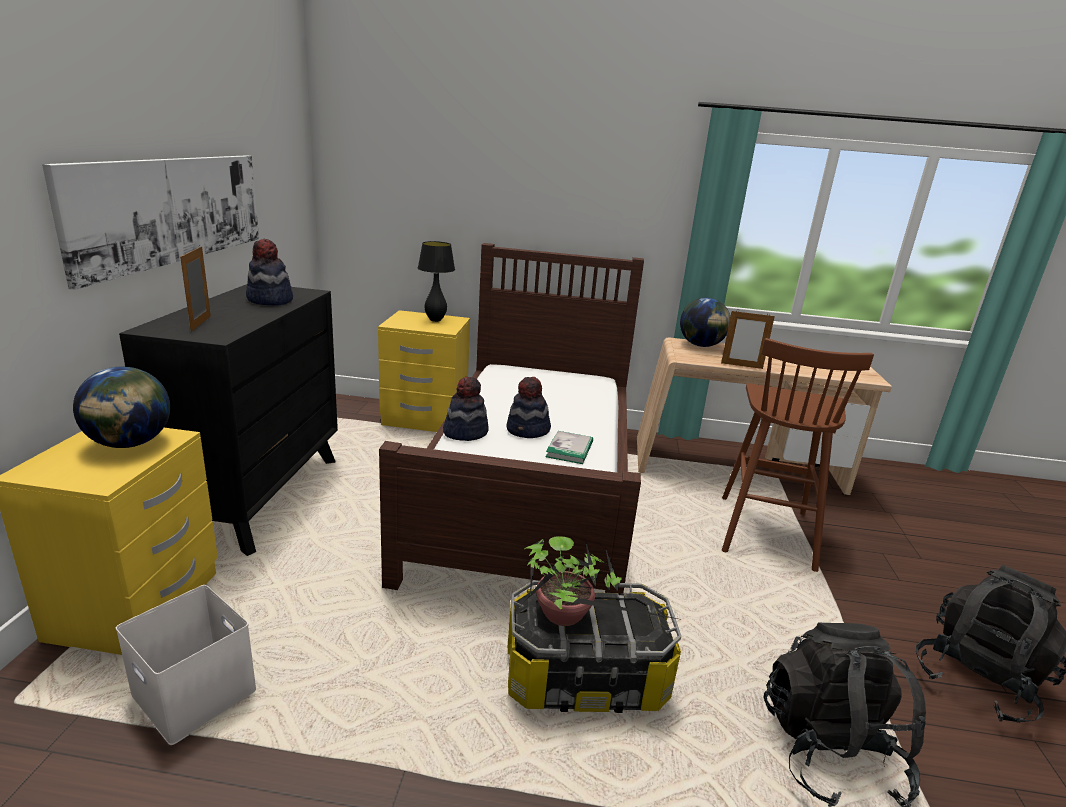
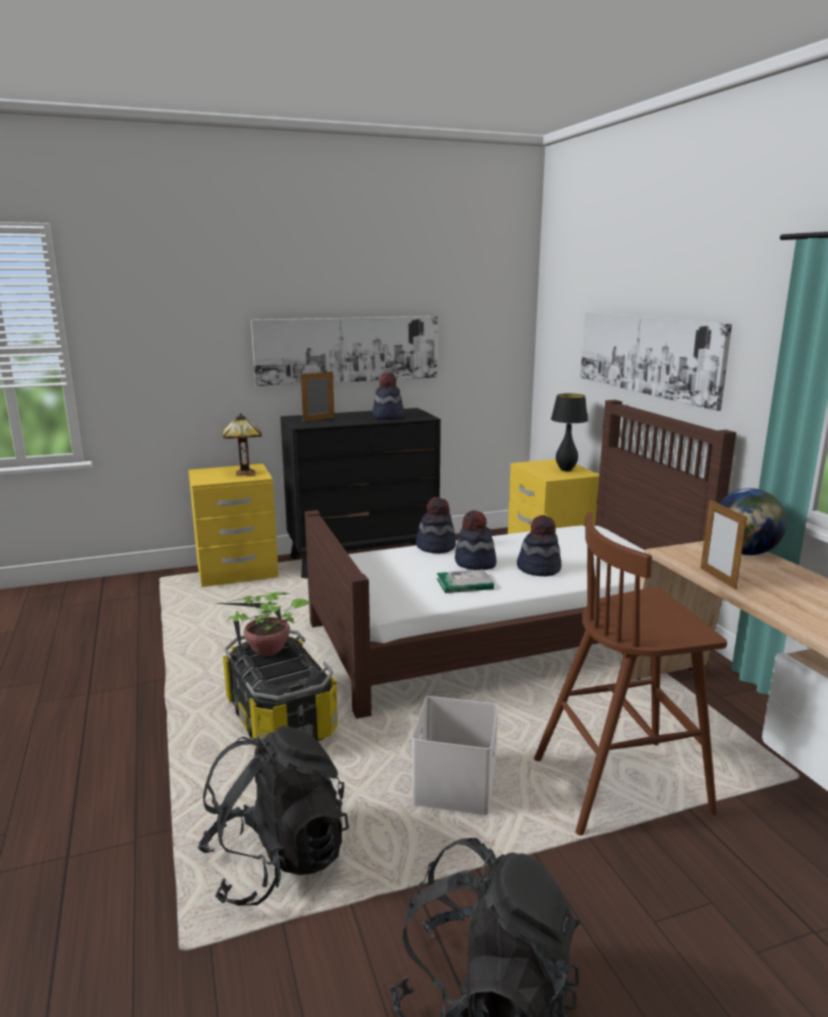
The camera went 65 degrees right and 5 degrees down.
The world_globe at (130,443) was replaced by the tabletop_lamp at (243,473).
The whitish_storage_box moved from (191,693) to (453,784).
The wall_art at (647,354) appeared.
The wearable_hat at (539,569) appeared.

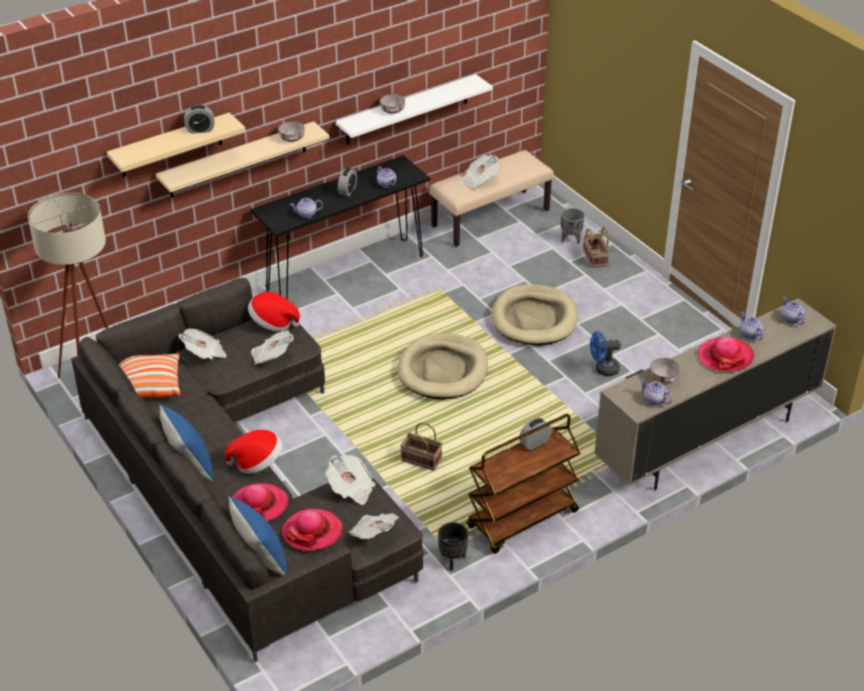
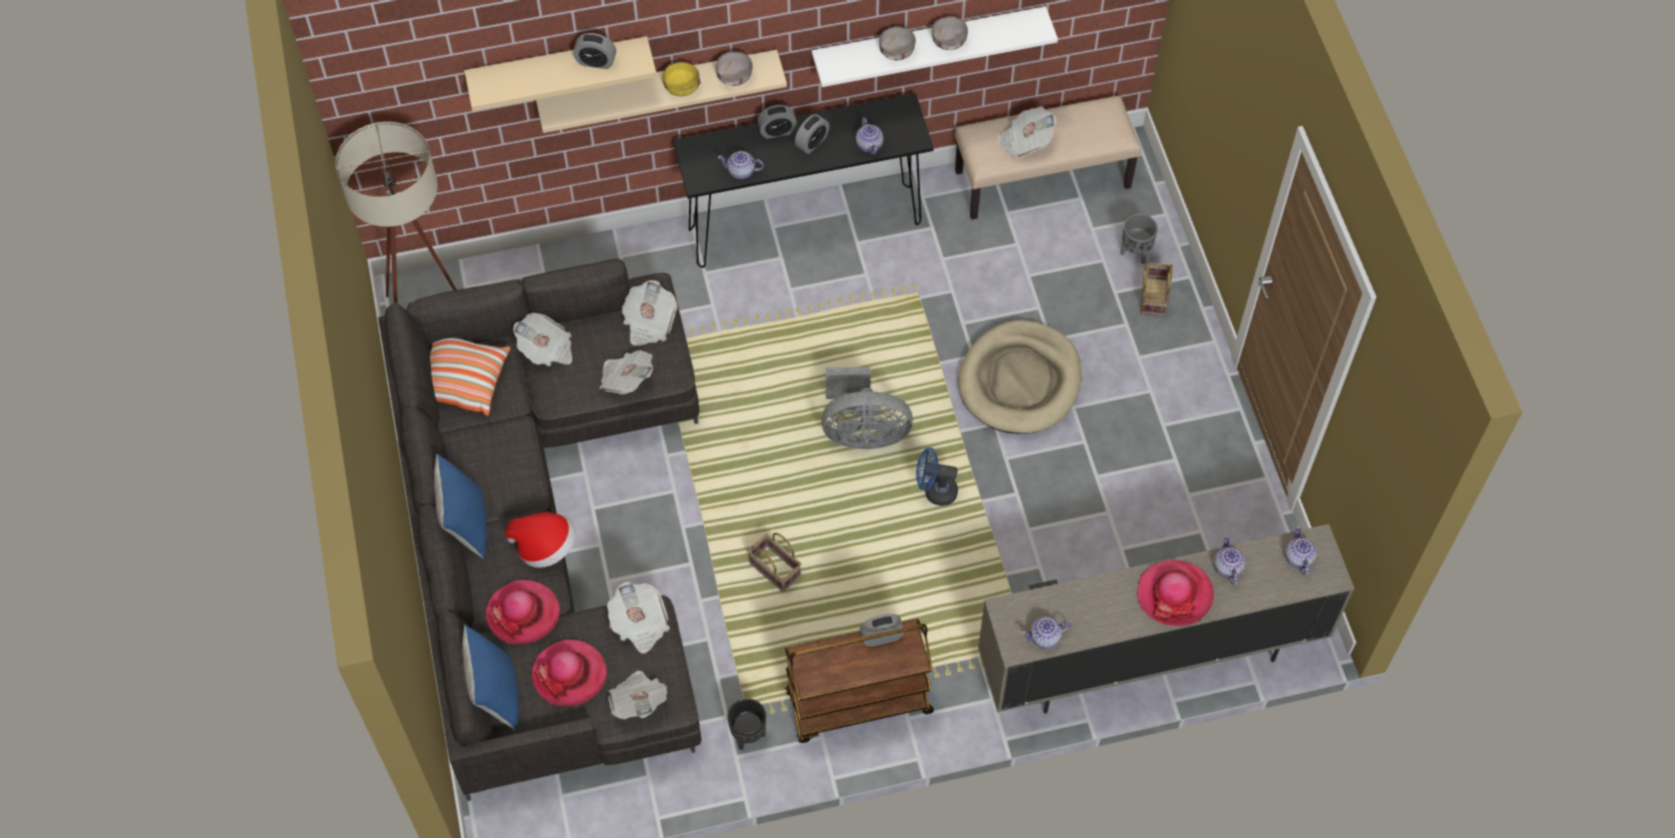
The camera went 20 degrees right and 20 degrees up.
The wearable_hat at (273,323) was replaced by the printed_paper at (649,323).
The bluish_electric_fan moved from (603,369) to (935,491).
The beige_pet_bed at (443,370) was replaced by the grey_electric_fan at (863,432).
The grey_bowl moved from (663,377) to (949,40).
The teapot at (654,400) turned 75 degrees counterclockwise.
The yellowish_bowl at (682,87) appeared.
The table_clock at (777,131) appeared.

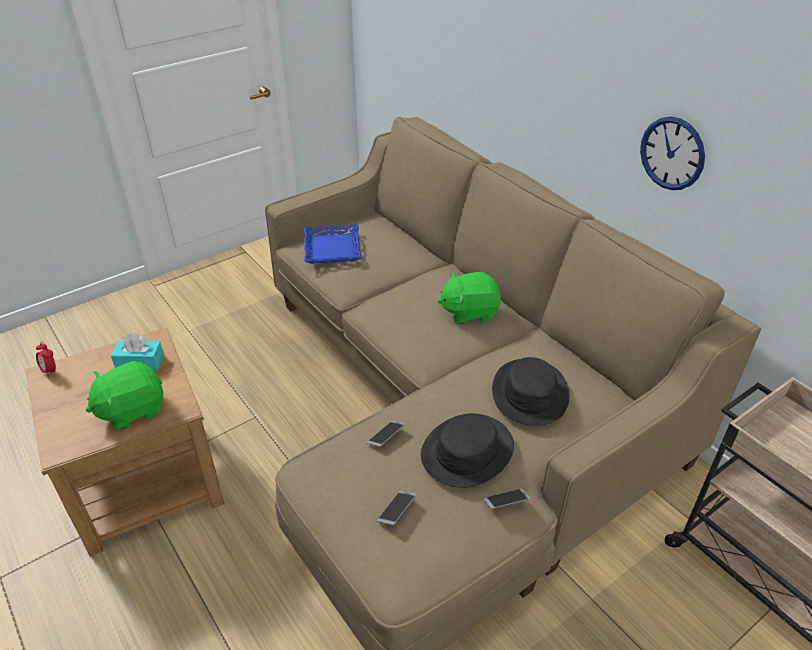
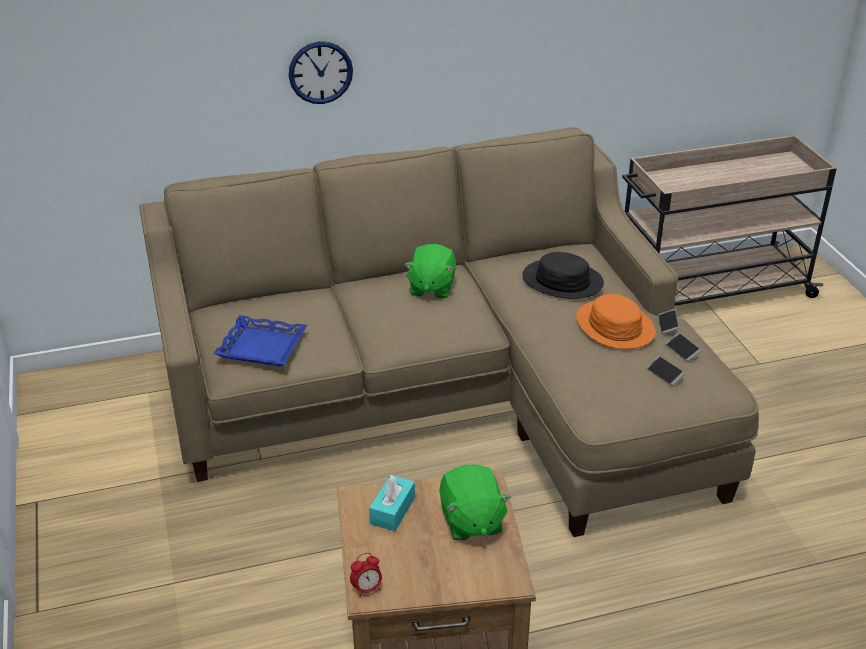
The camera went 70 degrees left and 5 degrees down.
The hanging_clock moved from (672,153) to (320,72).
The black_wearable_hat at (467,451) became the orange_wearable_hat at (614,326).
The phone moved from (386,436) to (682,350).

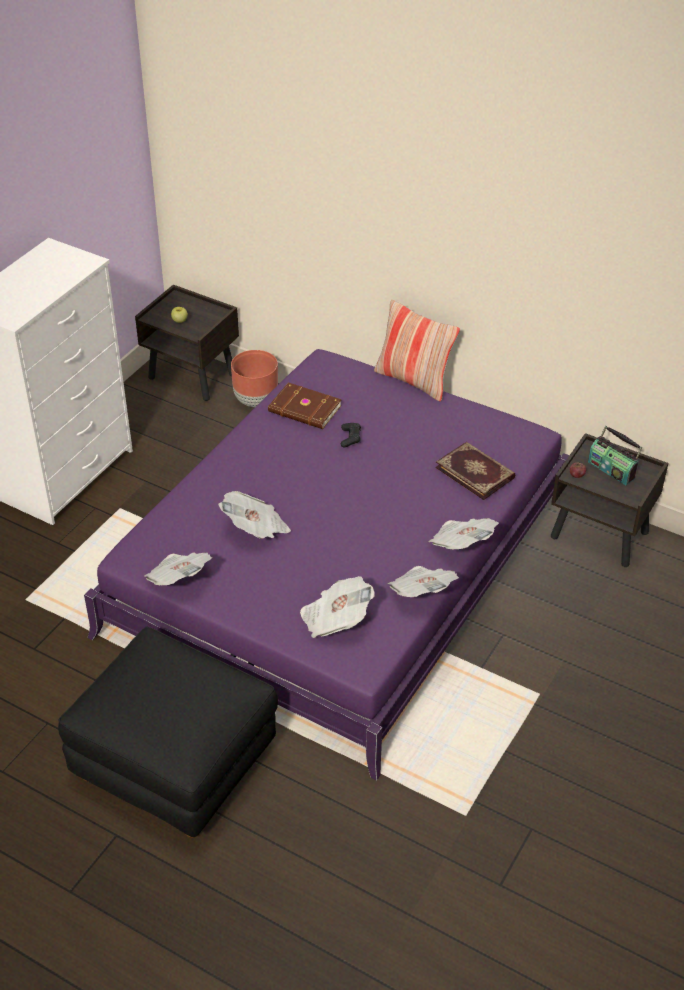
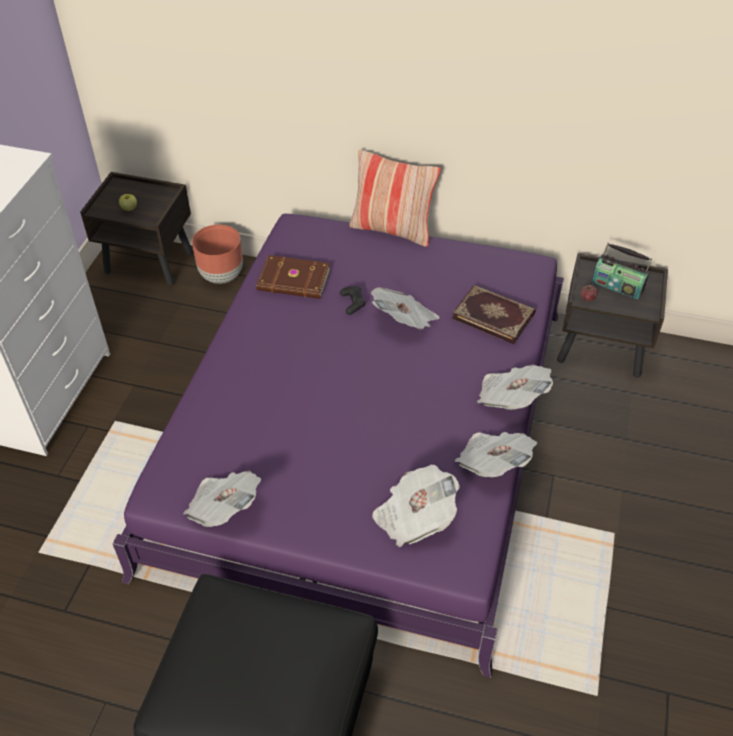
The camera went 15 degrees left and 5 degrees up.
The printed_paper moved from (256,529) to (405,321).

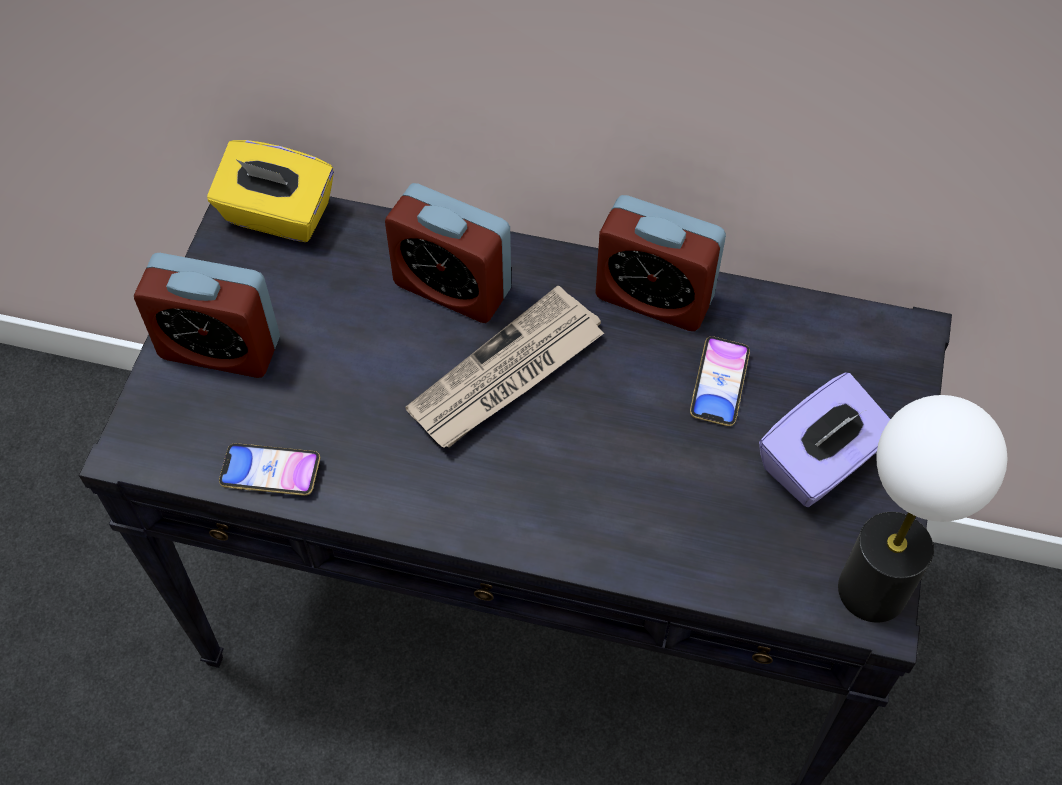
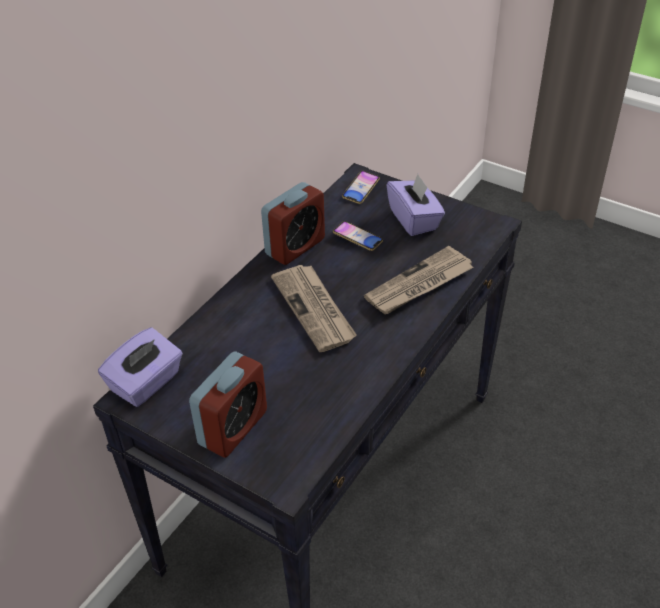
The camera went 70 degrees left and 15 degrees down.
The yellowish_box_of_tissues at (277,215) became the purple_box_of_tissues at (146,383).
The table_clock at (452,287) disappeared.
The tabletop_lamp at (873,591) disappeared.
The phone moved from (271,473) to (361,190).
The printed_paper at (419,284) appeared.

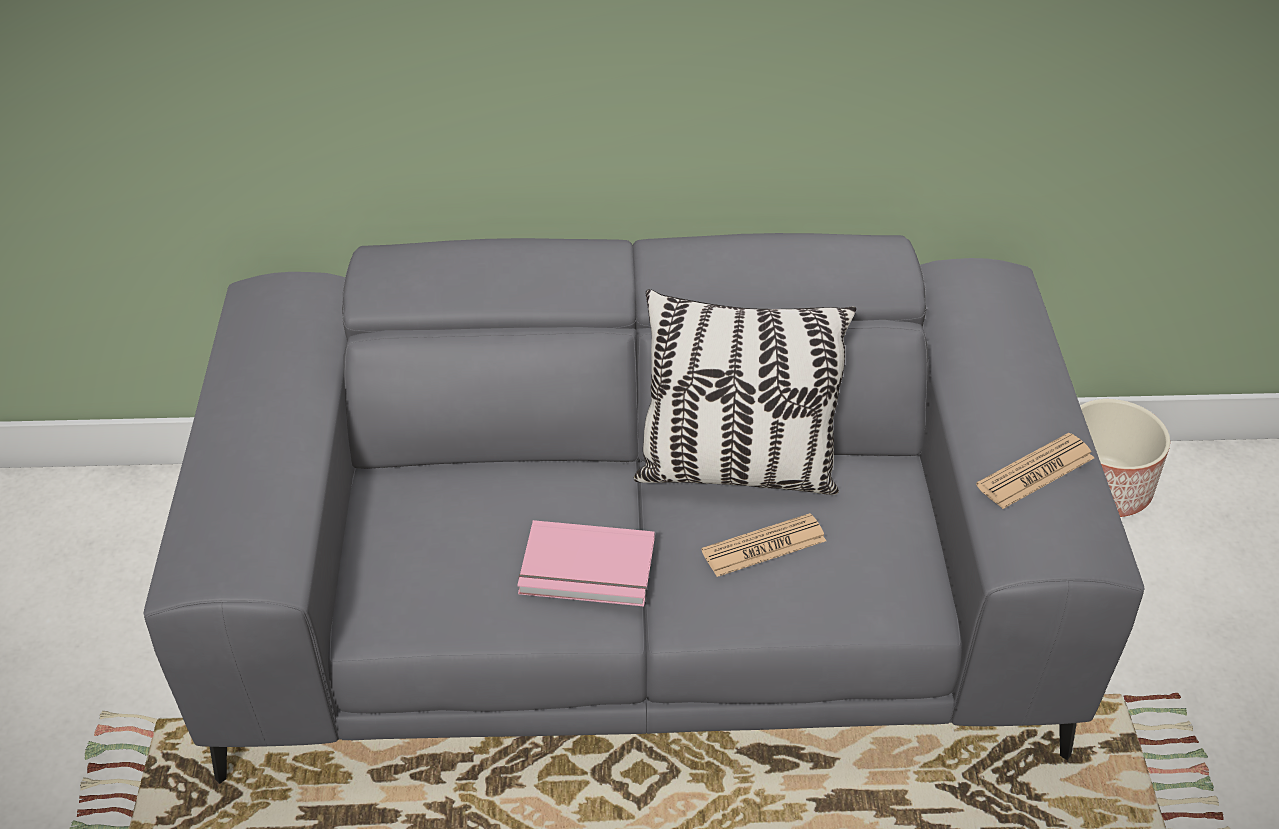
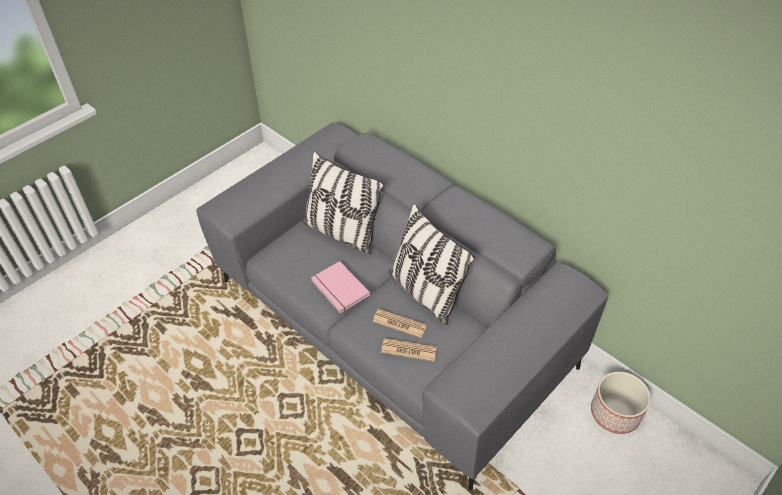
The camera went 45 degrees right and 5 degrees up.
The printed_paper moved from (1035,472) to (409,350).
The pillow at (341,233) appeared.

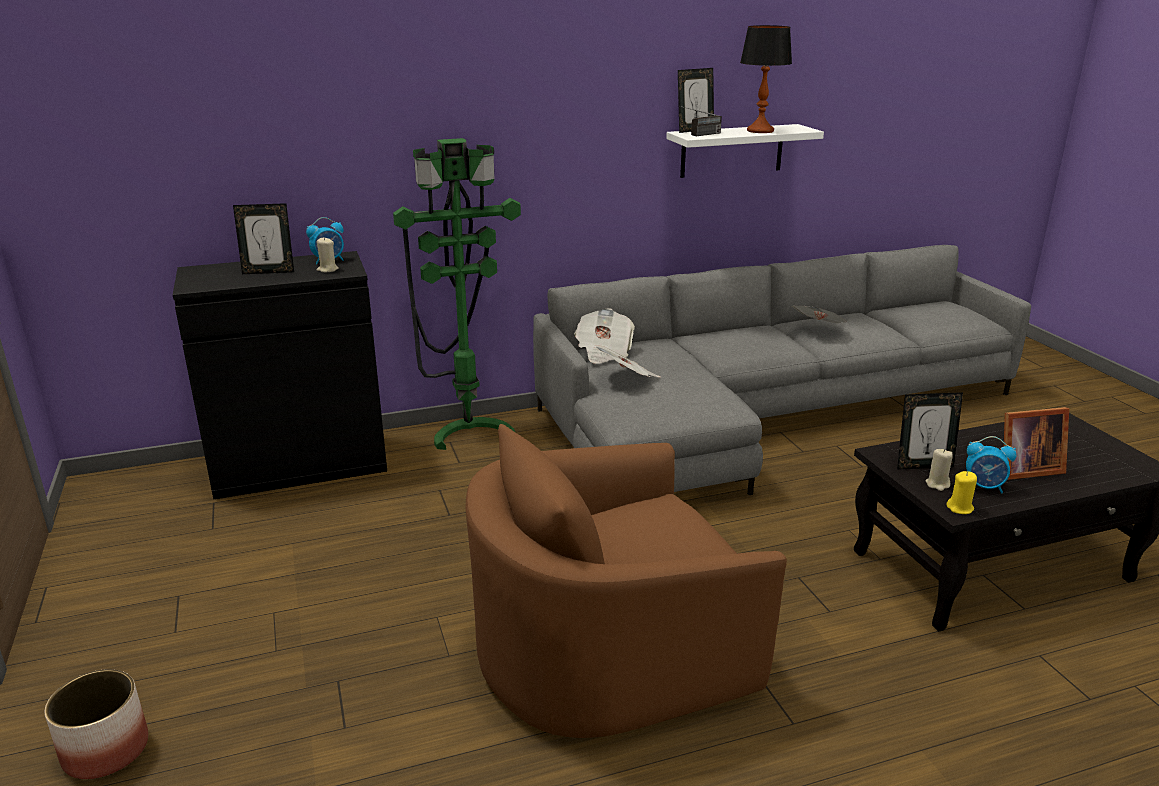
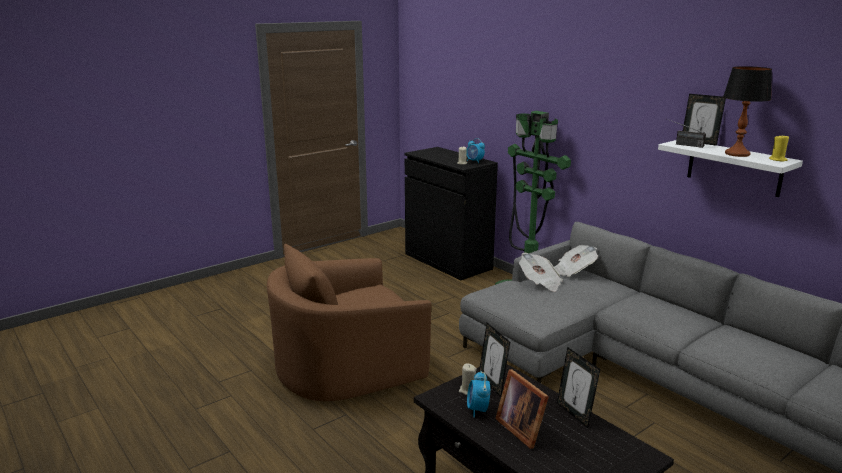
The camera went 70 degrees right and 5 degrees down.
The picture_frame moved from (269,272) to (575,414).
The printed_paper at (819,329) disappeared.
The brownish_easy_chair at (608,650) turned 75 degrees counterclockwise.
The yellowish_wax_light moved from (960,508) to (778,160).
The planter at (106,750) disappeared.

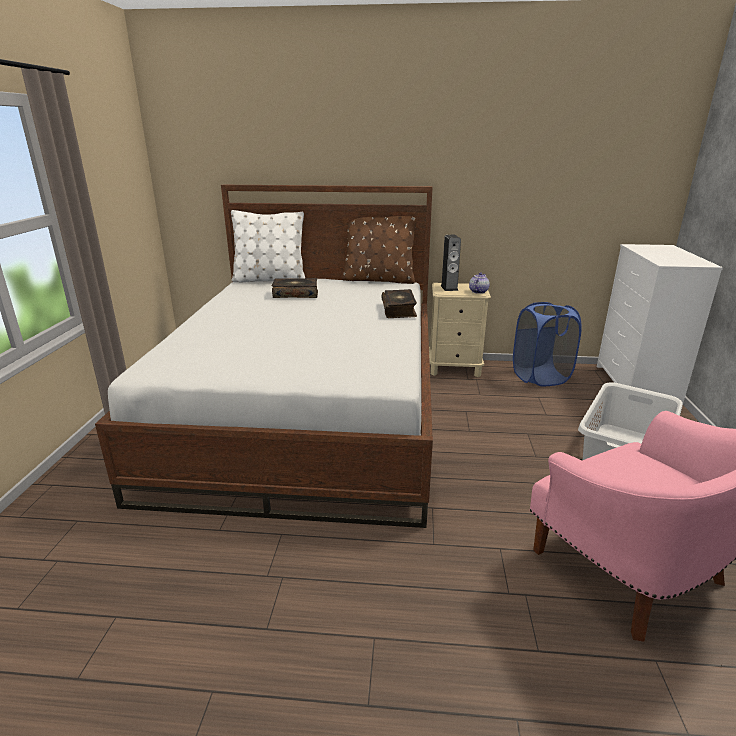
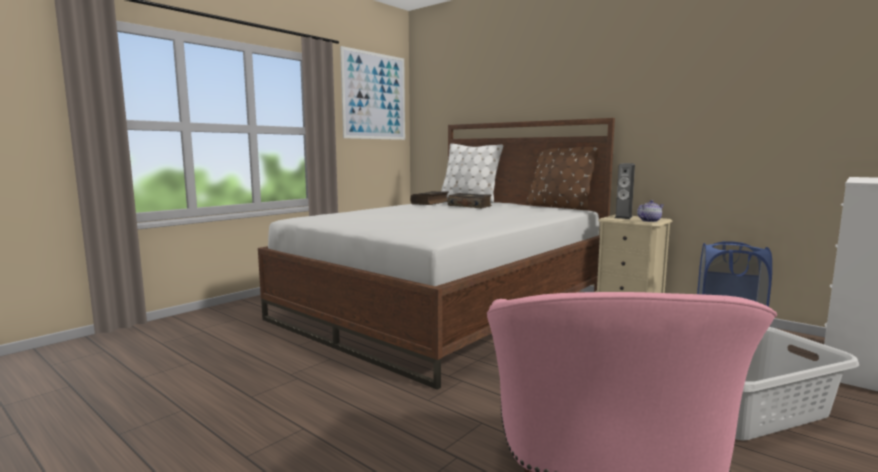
The camera went 35 degrees right and 15 degrees down.
The volume moved from (399,310) to (430,203).
The wall_art at (374,96) appeared.

